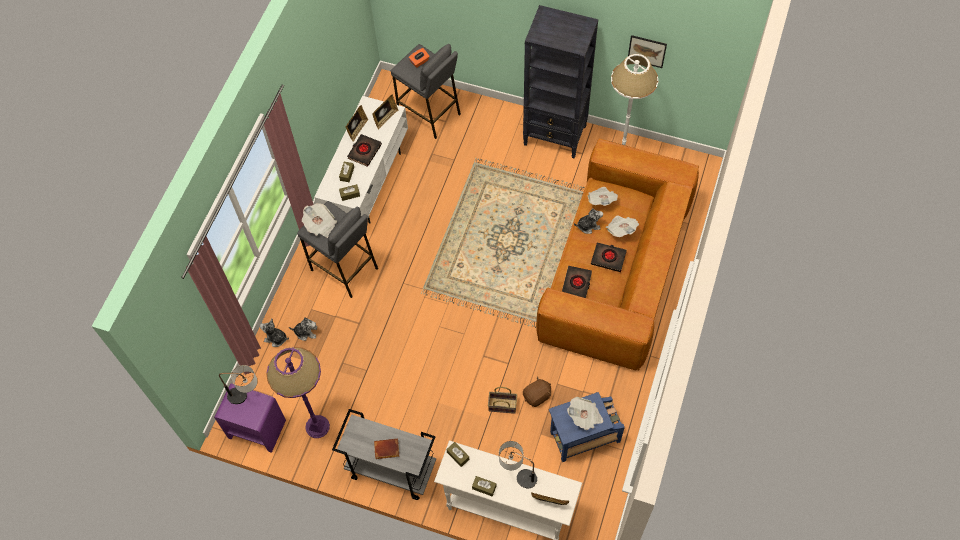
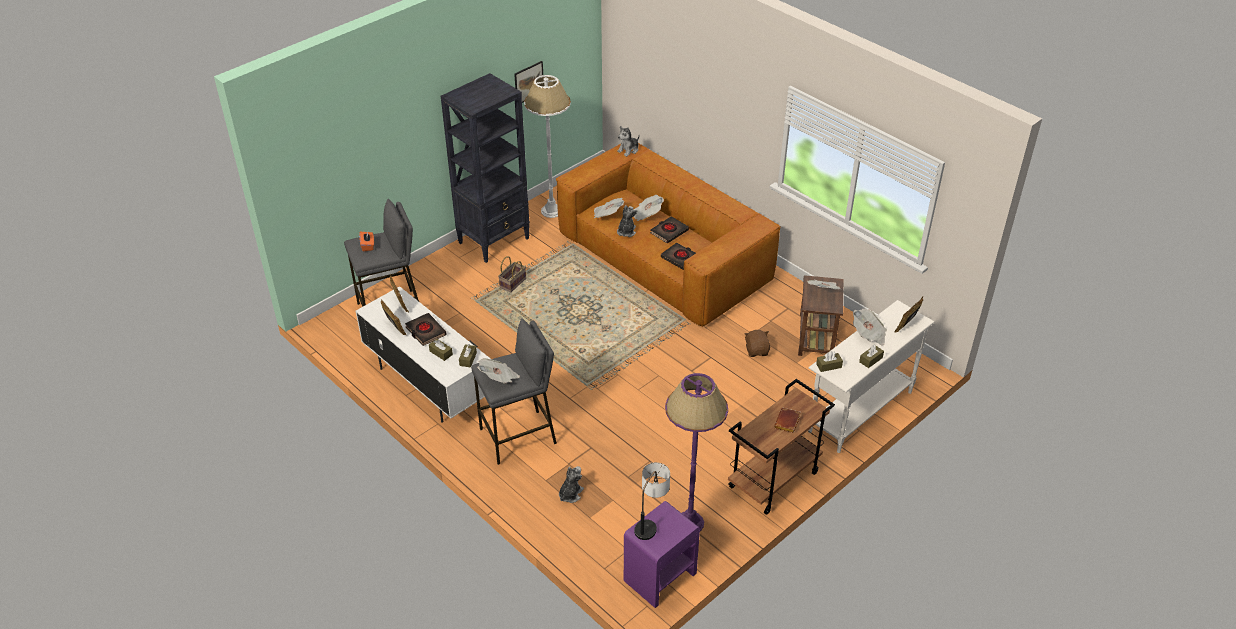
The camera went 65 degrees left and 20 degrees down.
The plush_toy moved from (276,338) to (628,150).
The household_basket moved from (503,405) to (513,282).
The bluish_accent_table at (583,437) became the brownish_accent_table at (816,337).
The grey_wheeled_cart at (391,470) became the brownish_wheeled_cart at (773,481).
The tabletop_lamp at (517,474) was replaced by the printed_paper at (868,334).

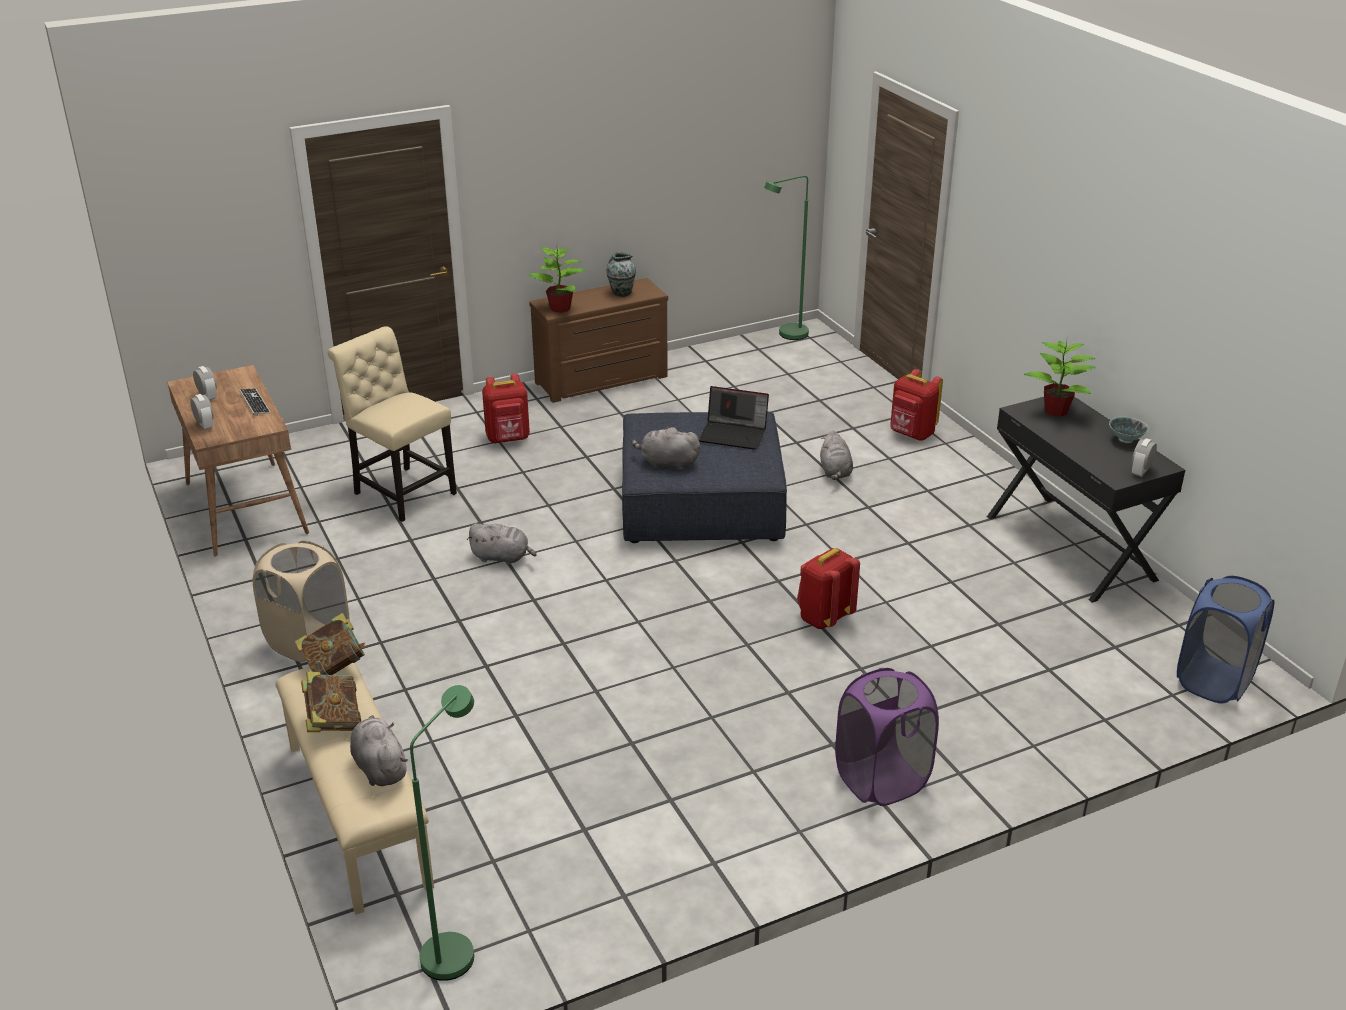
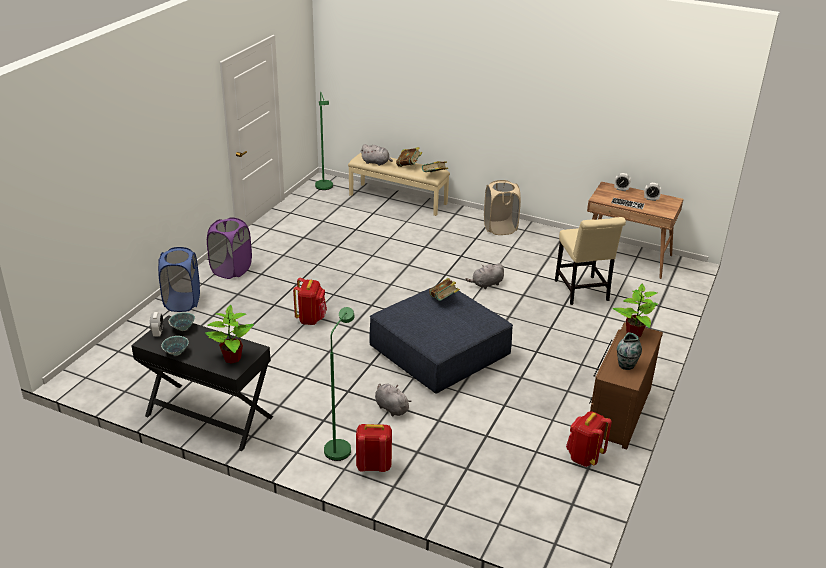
The camera went 140 degrees right and 0 degrees up.
The greenish_standing_lamp moved from (786,335) to (340,446).
The beige_upright_chair at (401,492) turned 75 degrees clockwise.
The red_backpack moved from (508,439) to (584,457).
The laptop at (734,434) disappeared.
The grey_plush_toy at (667,463) was replaced by the volume at (443,300).
The bluish_hamper moved from (1214,681) to (182,302).
The bowl at (183,328) appeared.

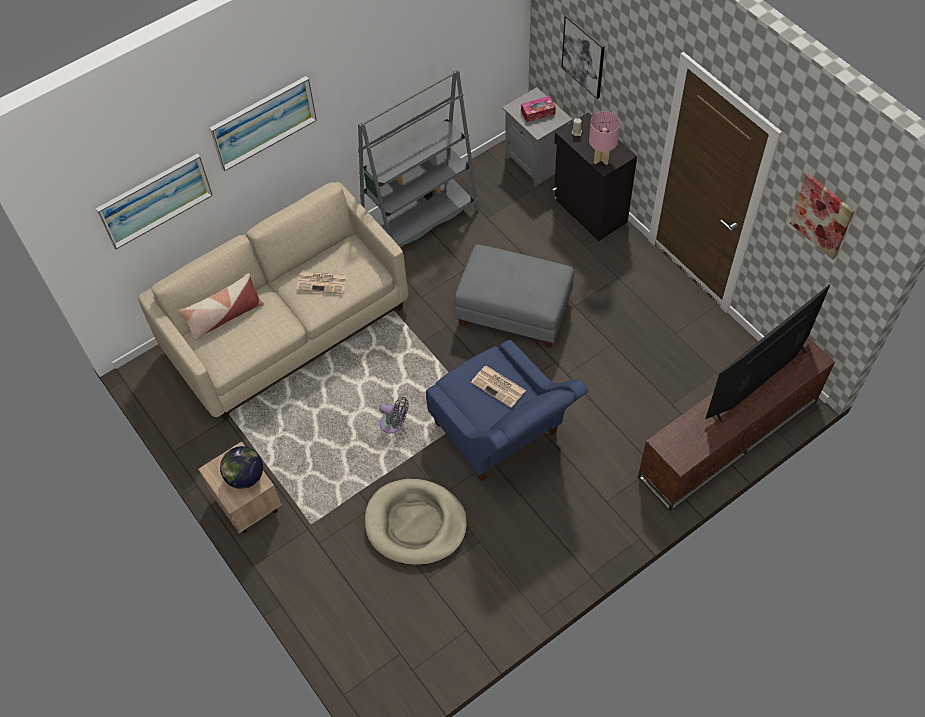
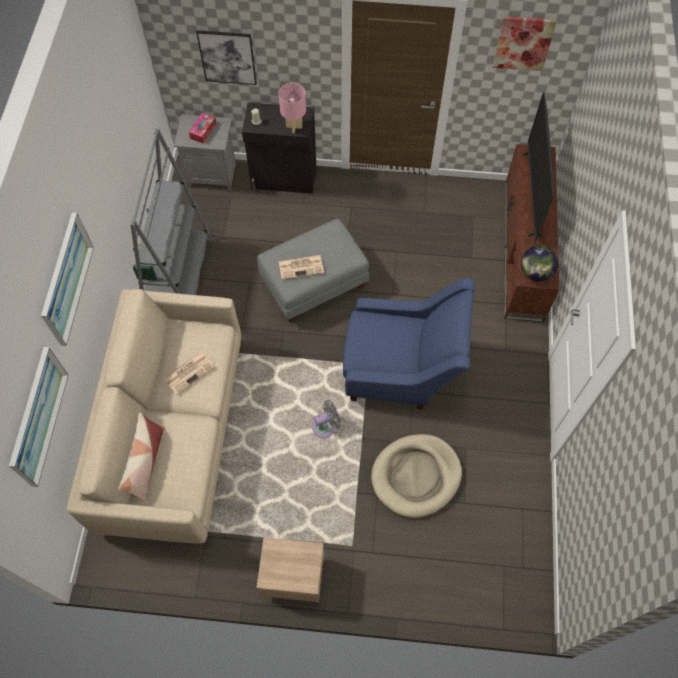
The camera went 50 degrees left and 5 degrees up.
The printed_paper moved from (499,387) to (301,267).
The world_globe moved from (245,476) to (535,272).

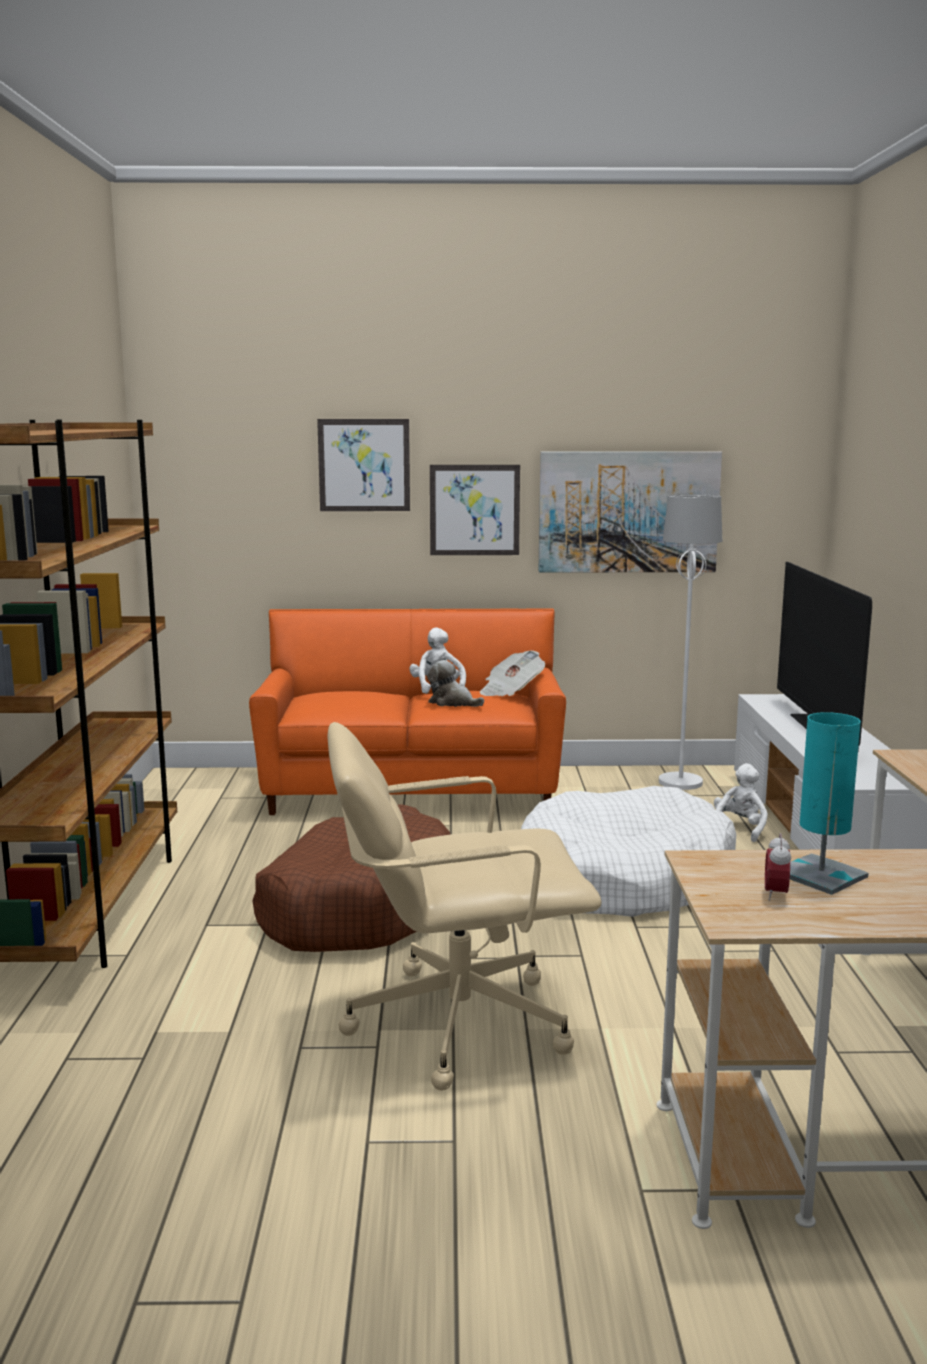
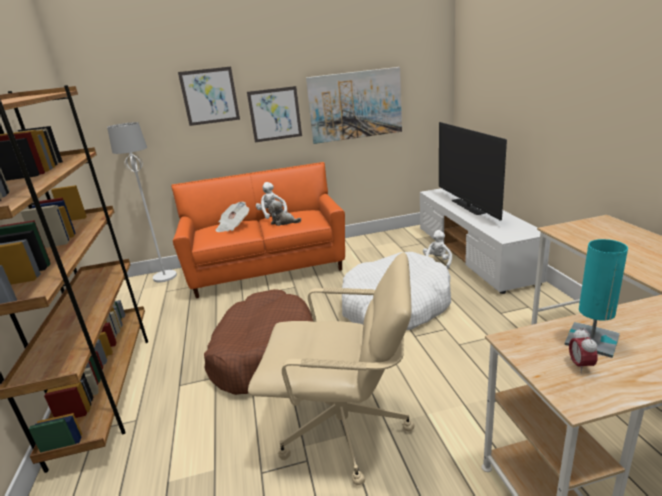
The camera went 10 degrees left and 10 degrees up.
The whitish_standing_lamp moved from (680,782) to (165,276).
The printed_paper moved from (510,691) to (233,226).
The beige_office_chair at (455,1022) turned 150 degrees counterclockwise.

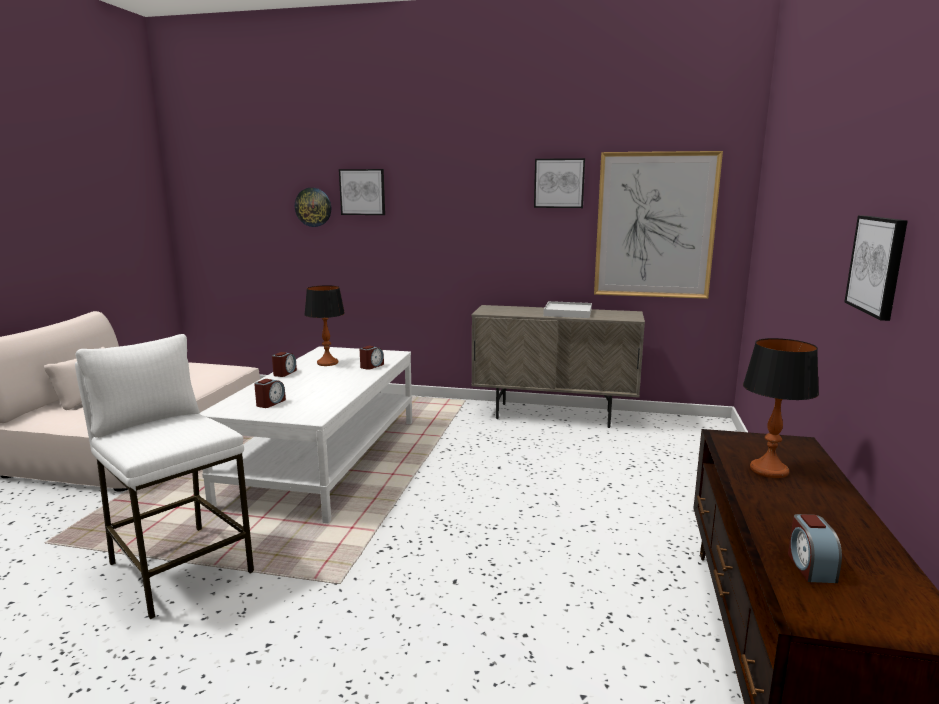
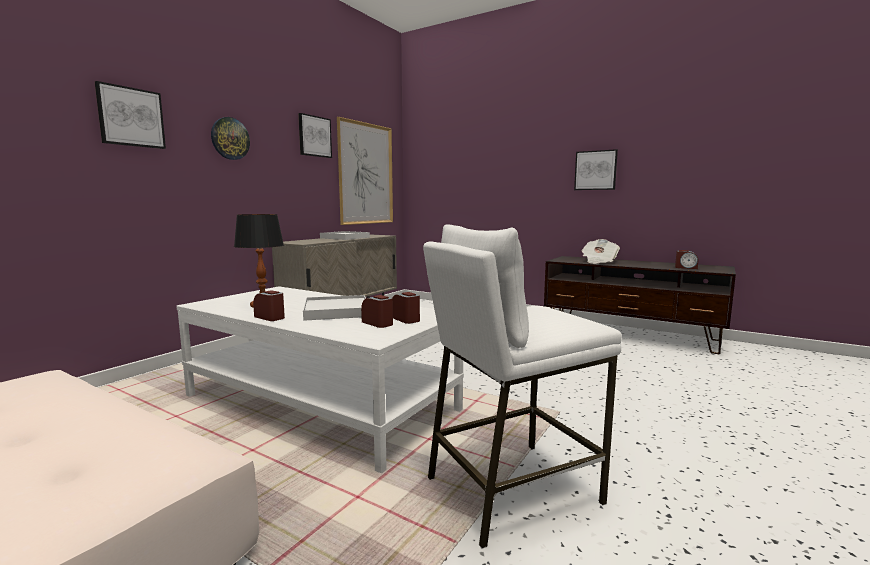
The camera went 70 degrees left and 5 degrees down.
The hanging_clock moved from (313,207) to (230,138).
The tabletop_lamp at (768,470) was replaced by the printed_paper at (598,261).
The table_clock moved from (371,366) to (406,319).
The whitish_tray at (336,311) appeared.

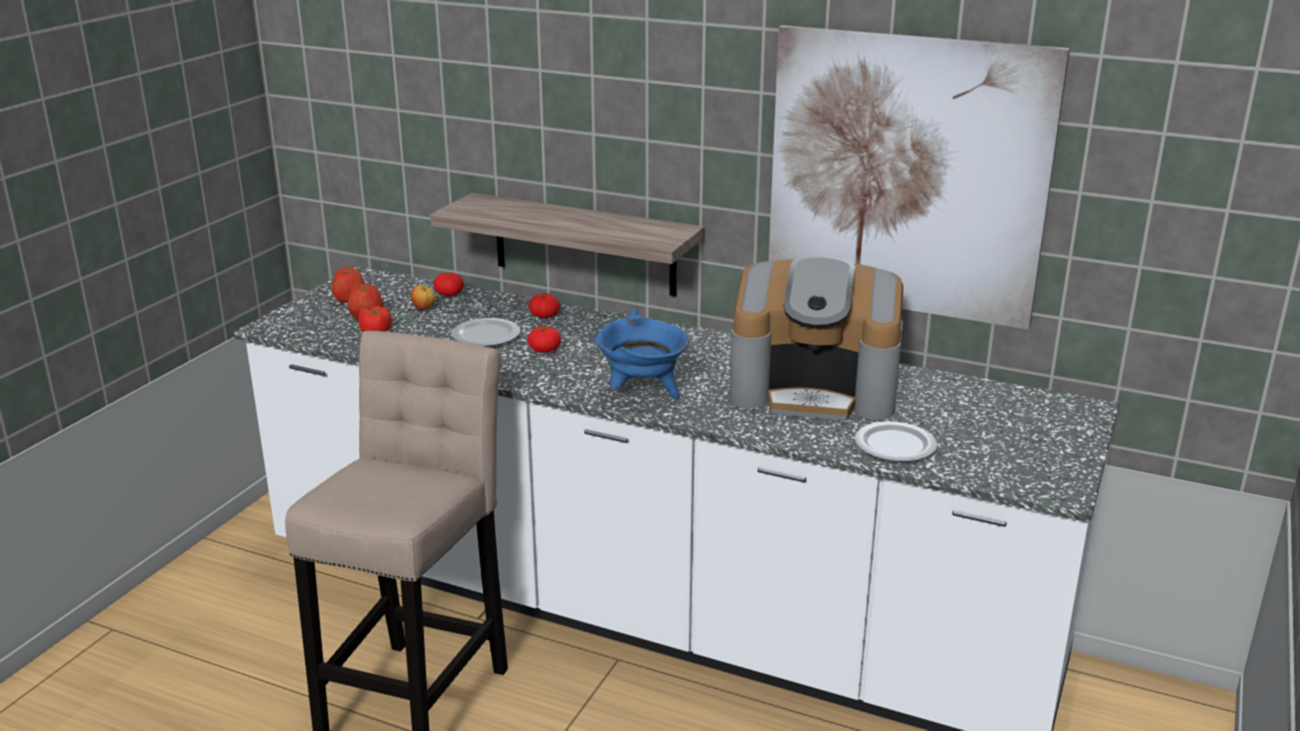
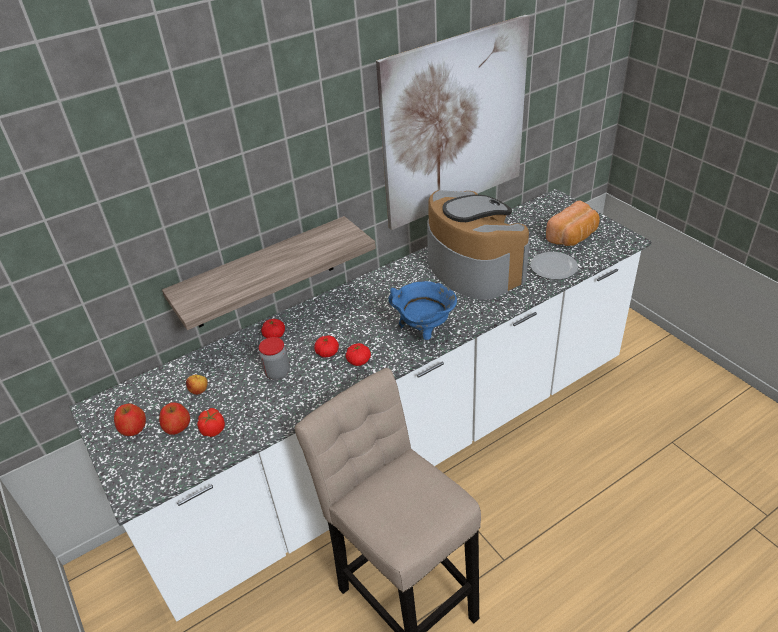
The camera went 55 degrees left and 15 degrees up.
The coffee_machine at (815,389) turned 75 degrees counterclockwise.
The fresh_tomato moved from (449,294) to (358,361).
The plate at (486,335) was replaced by the preserve_jar at (277,372).
The bread at (573,237) appeared.

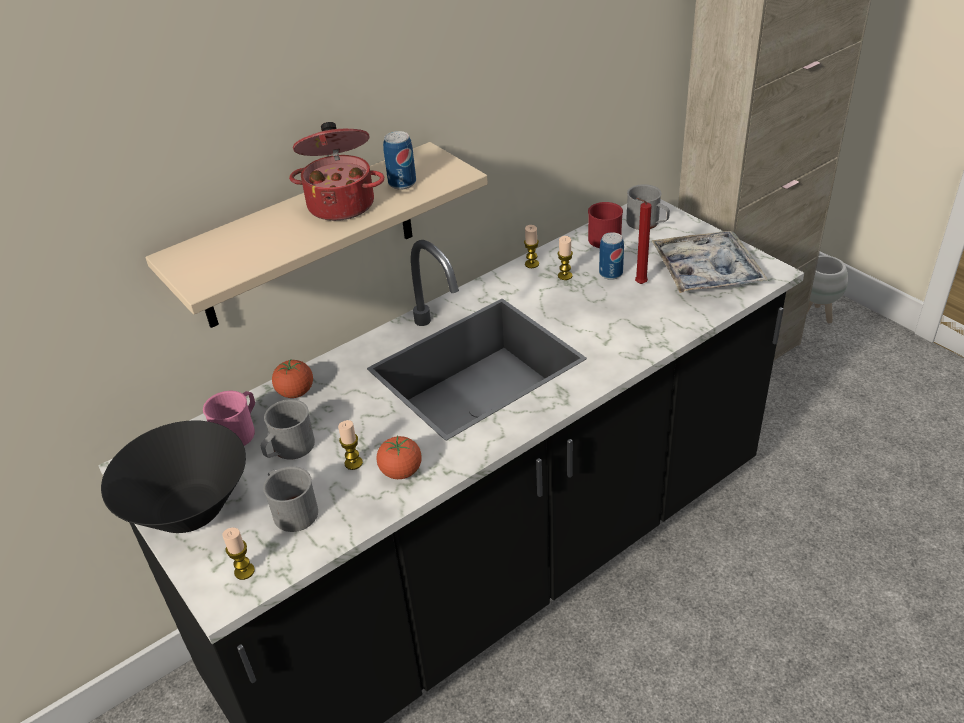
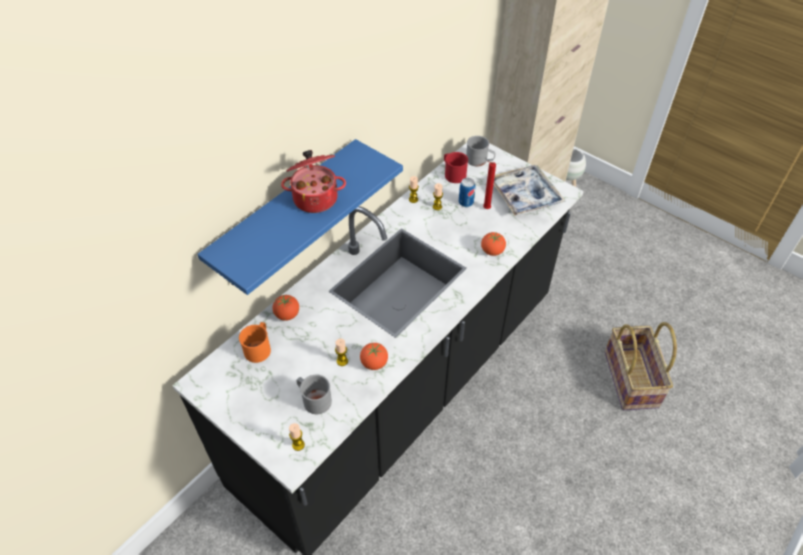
The camera went 15 degrees left and 10 degrees up.
The can at (402,183) disappeared.
The beige_wall_shelf at (307,237) became the bluish_wall_shelf at (286,216).
The pink-coloured_tea_mug at (239,431) became the orange_tea_mug at (259,347).
The grey_tea_mug at (289,449) disappeared.
The black_bowl at (189,509) disappeared.
The fresh_tomato at (492,251) appeared.
The household_basket at (632,379) appeared.

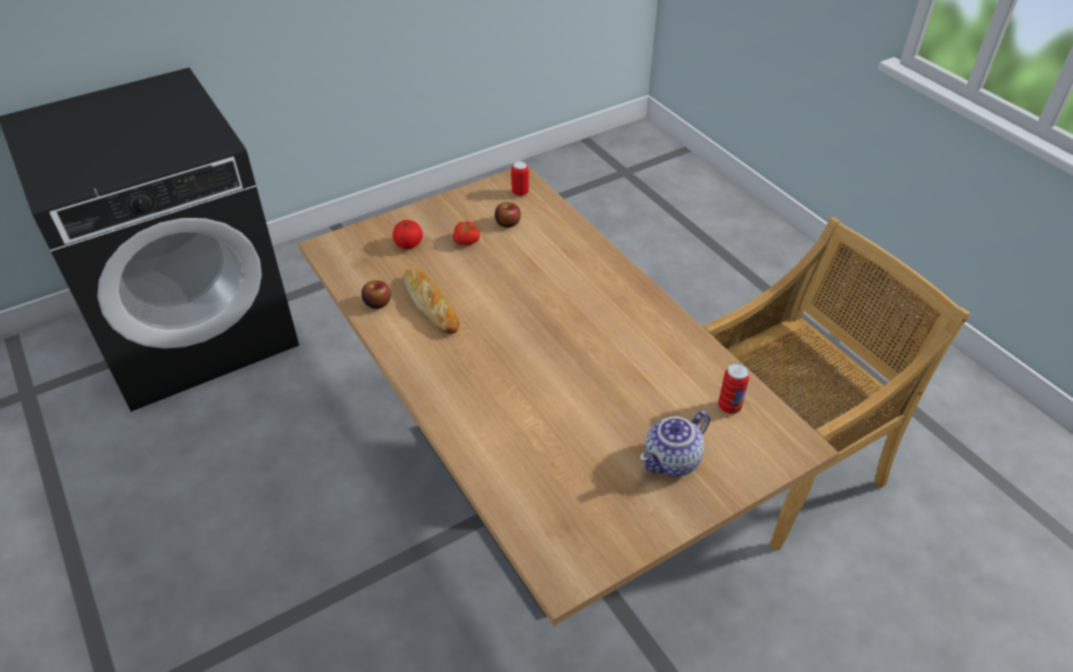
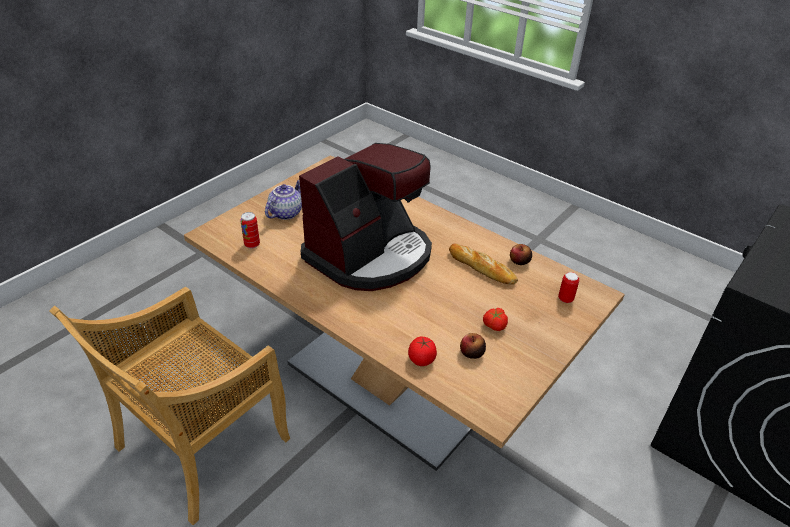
The camera went 160 degrees right and 5 degrees down.
The can moved from (520,193) to (565,299).
The fresh_tomato moved from (408,244) to (422,359).
The coffee_machine at (370,255) appeared.

